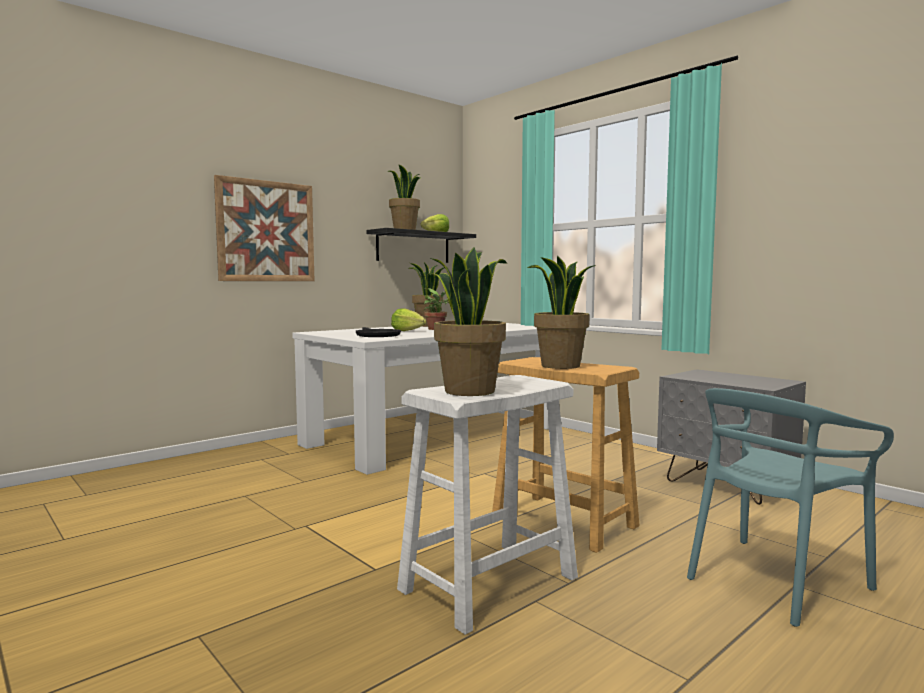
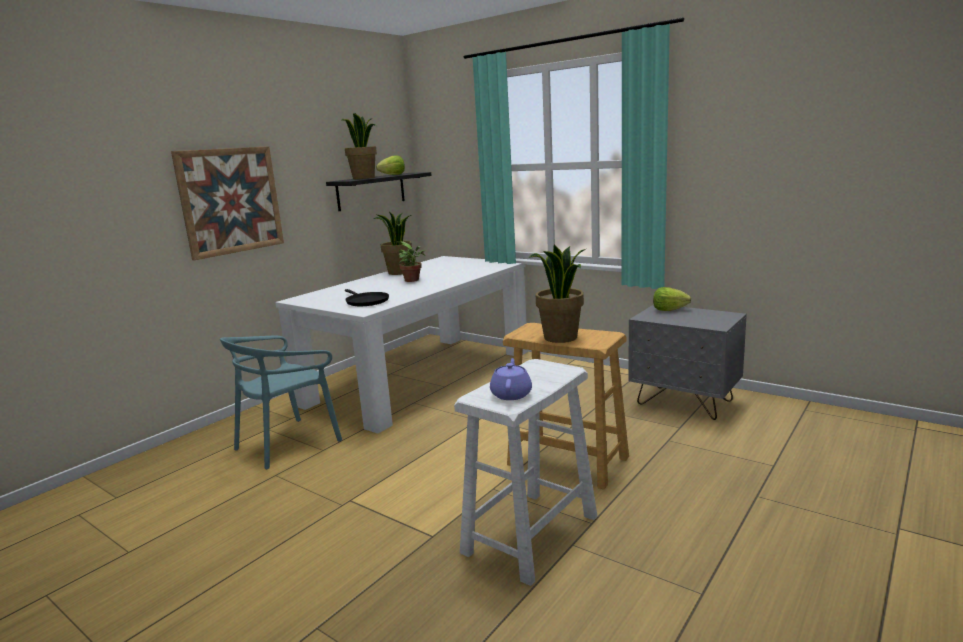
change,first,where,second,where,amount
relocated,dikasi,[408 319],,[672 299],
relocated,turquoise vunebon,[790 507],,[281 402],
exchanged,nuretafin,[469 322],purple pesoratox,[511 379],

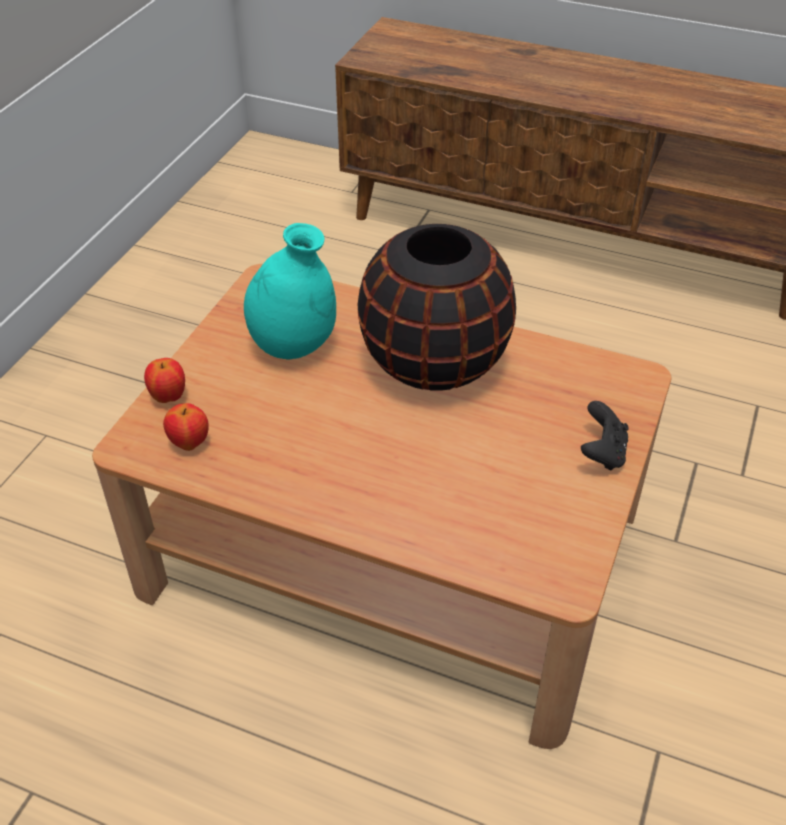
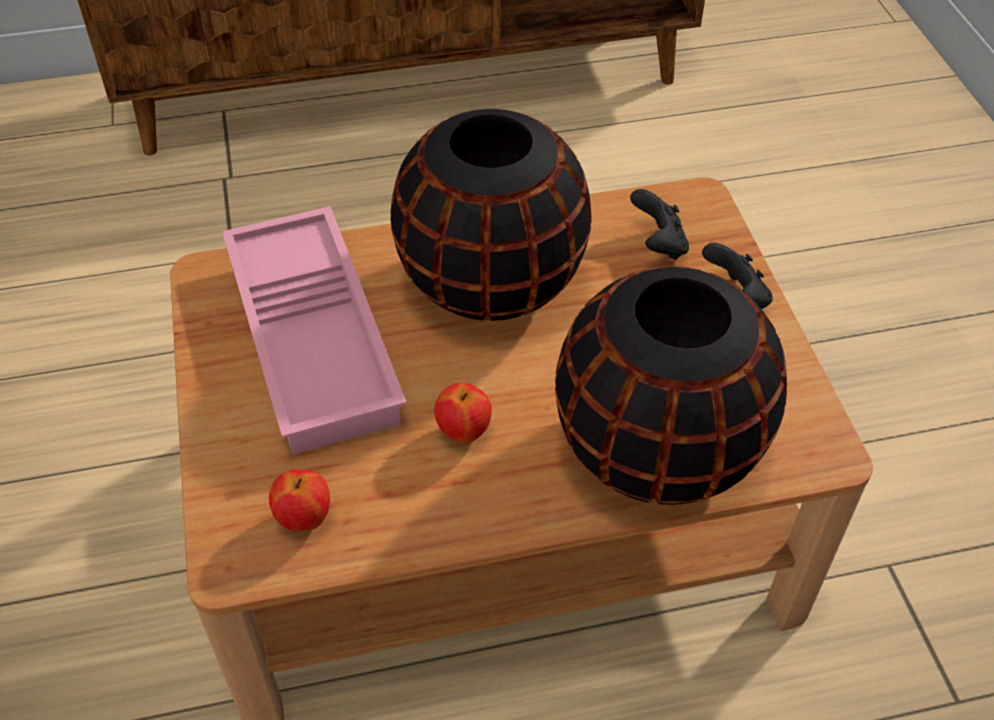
change,first,where,second,where,amount
appeared,,,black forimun,[671 385],
appeared,,,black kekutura,[659 224],
relocated,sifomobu,[164 380],,[463 413],
exchanged,turquoise forimun,[290 291],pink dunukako,[314 330],

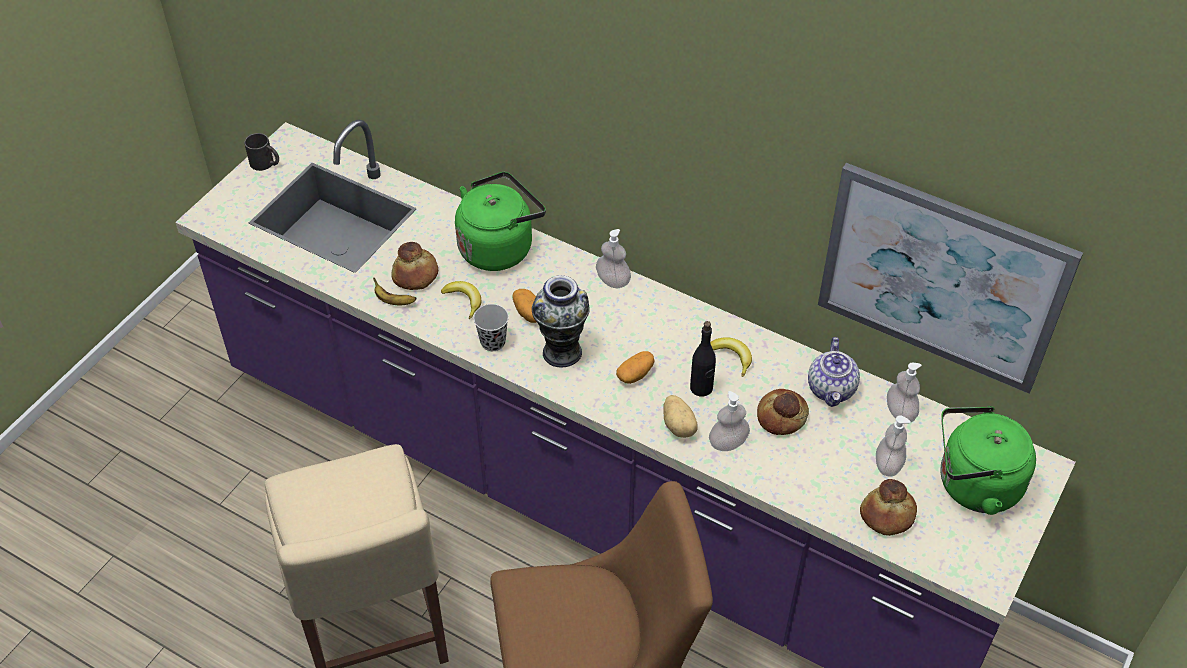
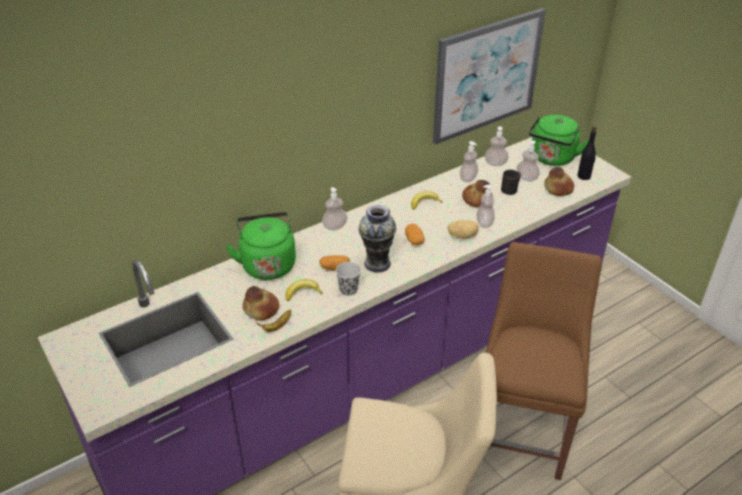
change,first,where,second,where,amount
relocated,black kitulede,[261 152],,[511 182],
relocated,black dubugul,[703 359],,[587 153],
exchanged,pesoratox,[834 372],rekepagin,[469 161],

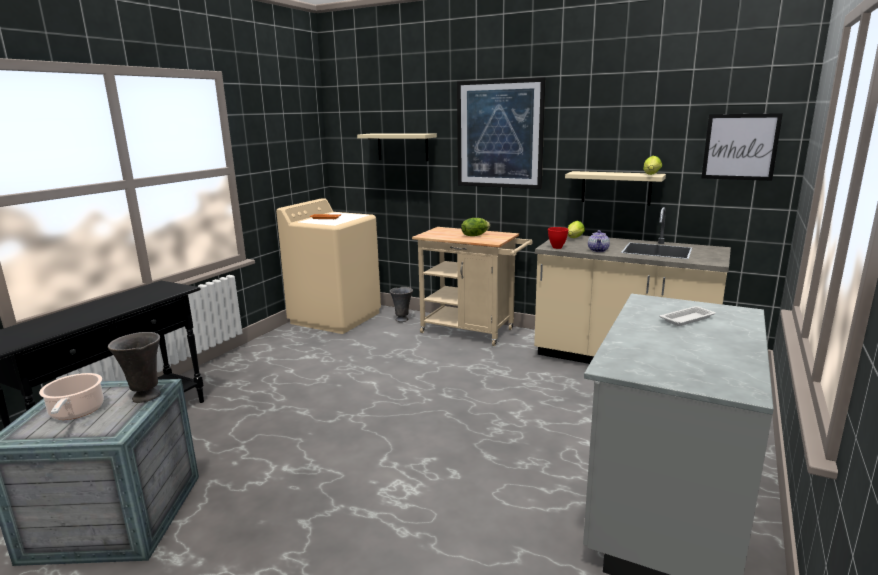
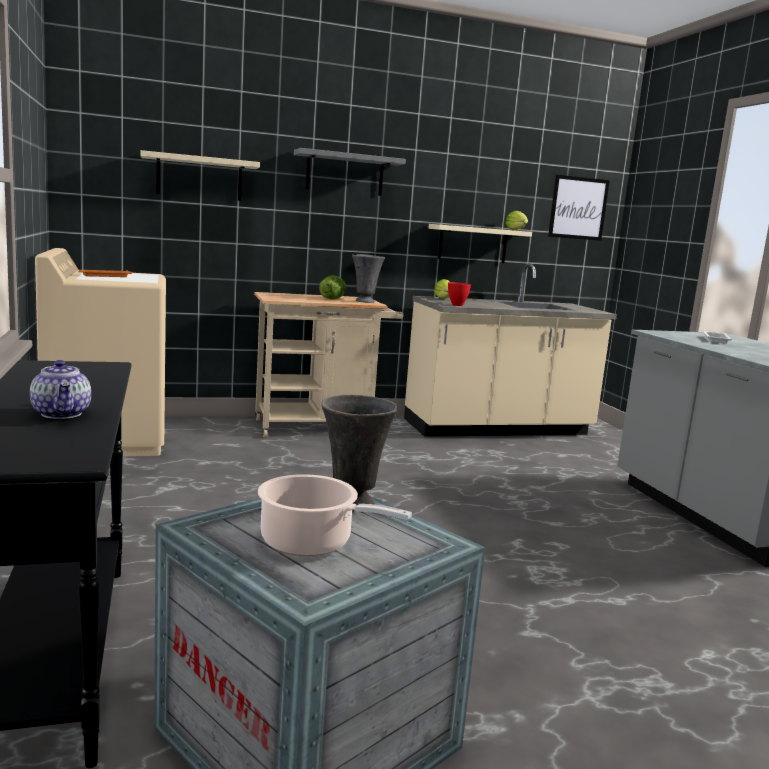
change,first,where,second,where,amount
relocated,grey forimun,[401 304],,[368 278],
relocated,pesoratox,[599 241],,[60 389],
exchanged,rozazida,[501 133],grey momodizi,[350 172],

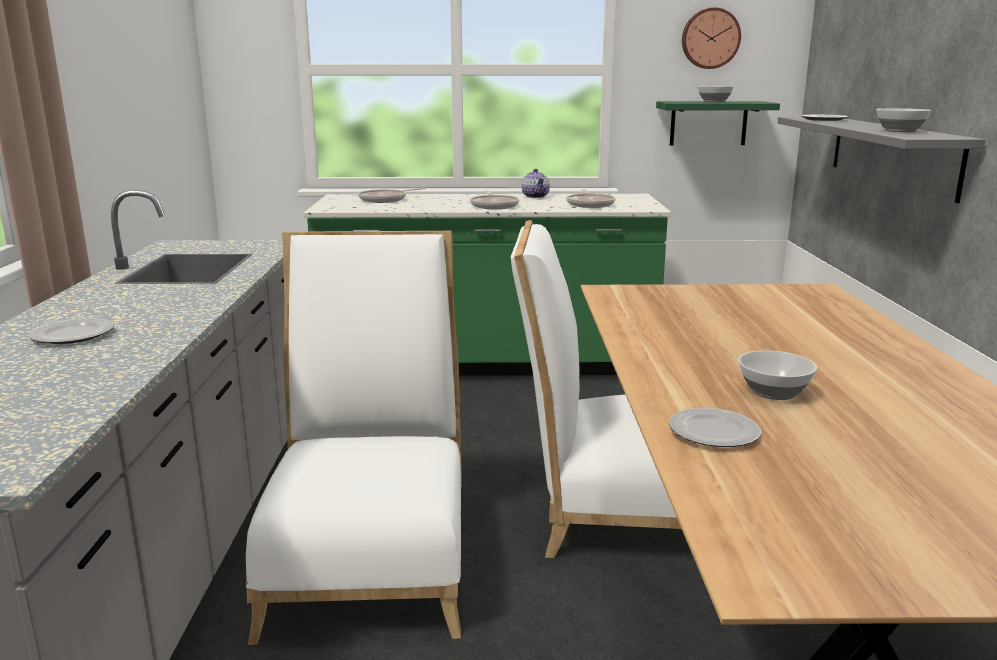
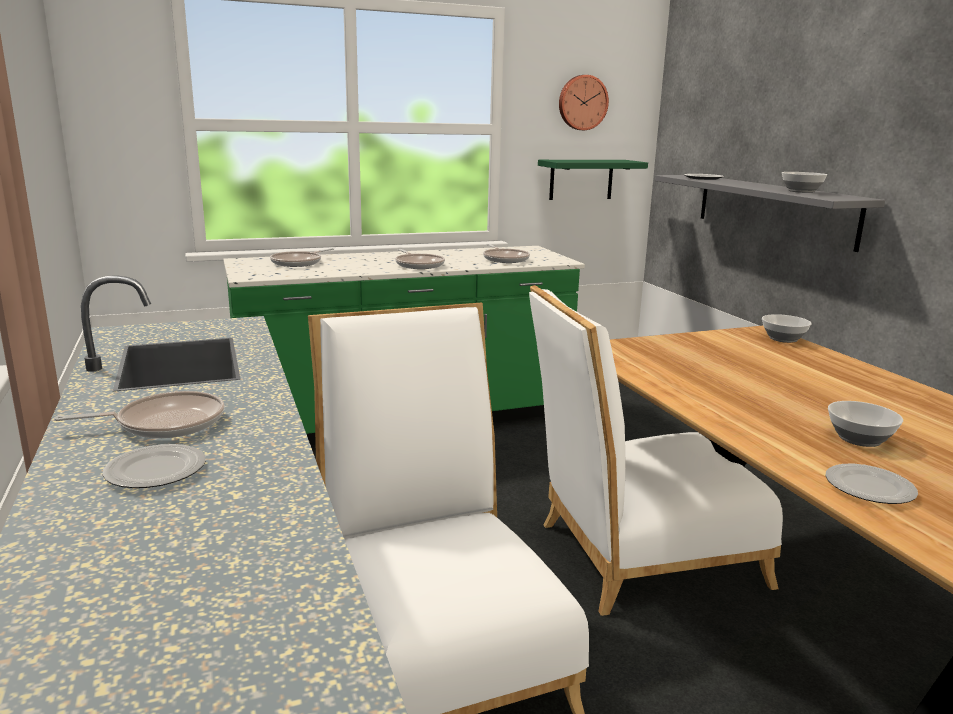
change,first,where,second,where,amount
missing,pesoratox,[535 183],,,
appeared,,,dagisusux,[139 414],
relocated,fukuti,[715 94],,[786 328],

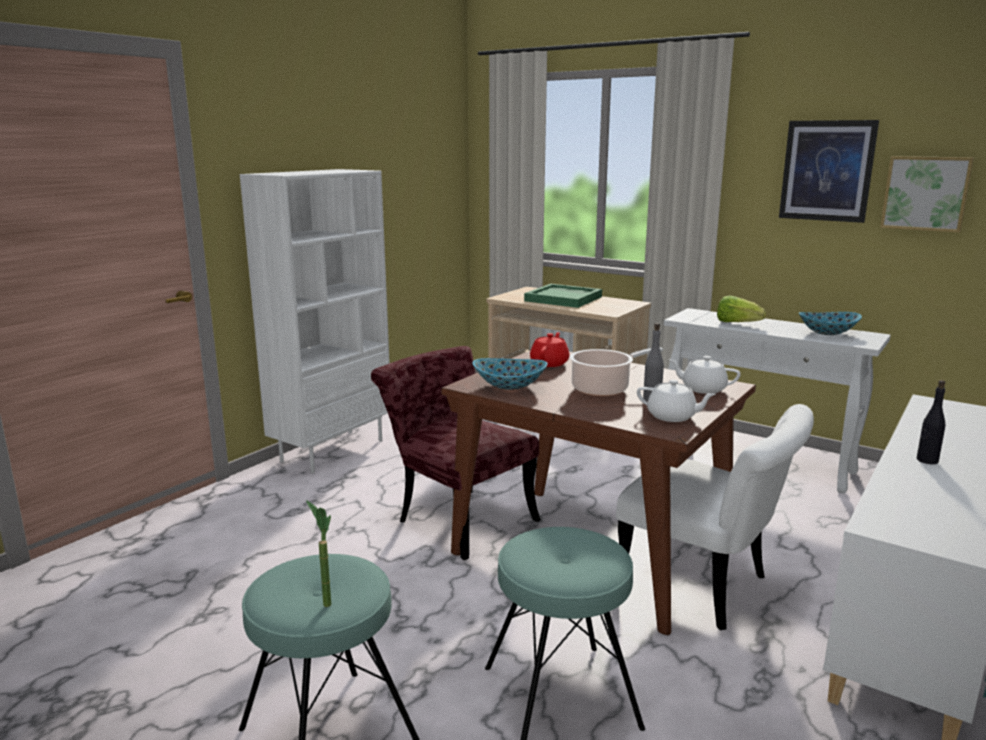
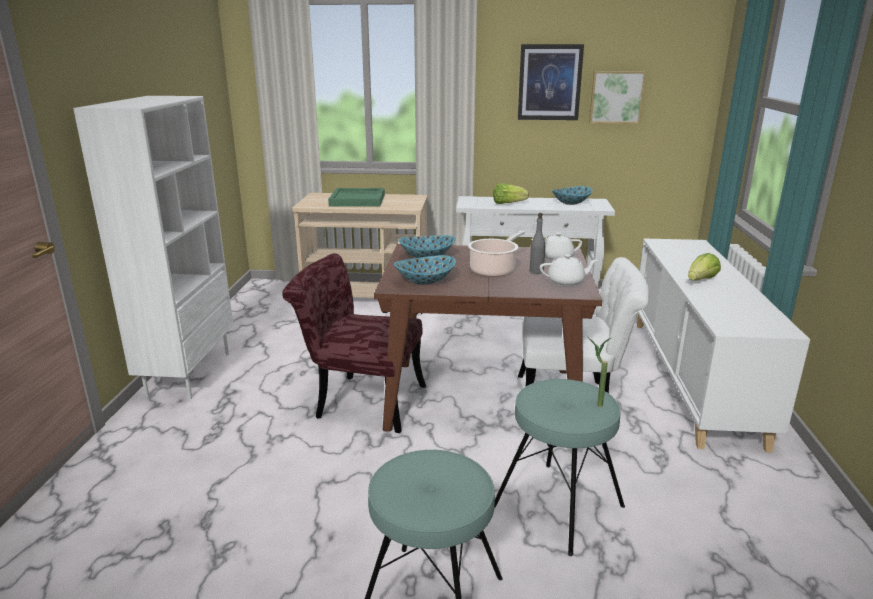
change,first,where,second,where,amount
relocated,nuretafin,[318 553],,[600 372],
exchanged,red pesoratox,[550 349],fukuti,[426 246],
exchanged,black dubugul,[931 422],dikasi,[704 267],

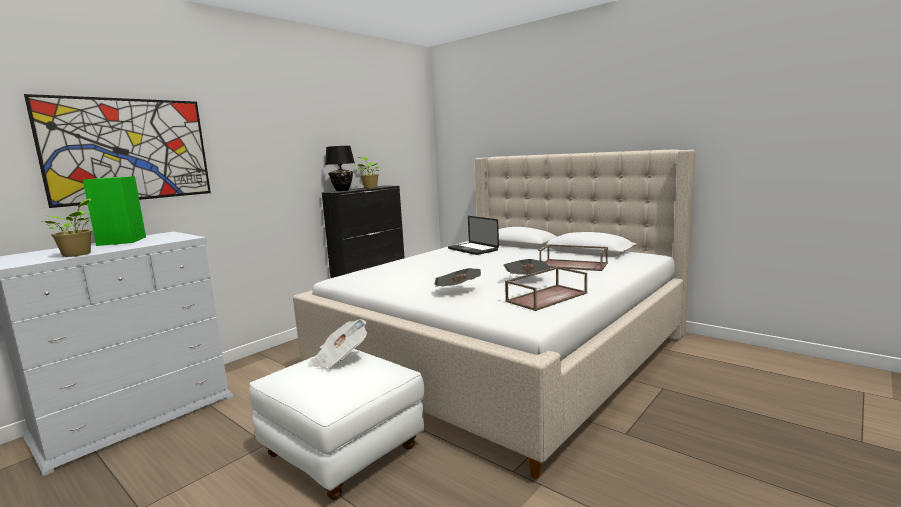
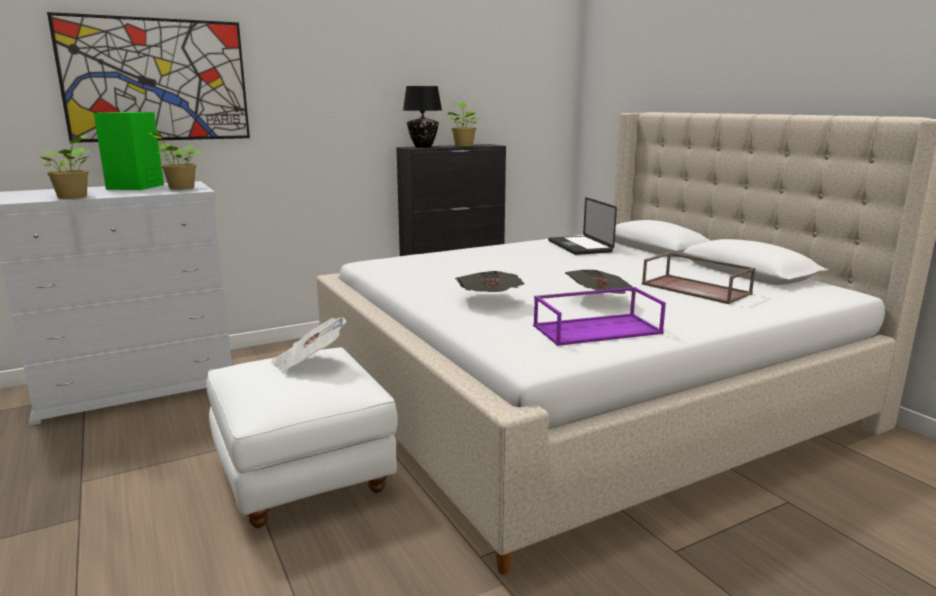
change,first,where,second,where,amount
appeared,,,nuretafin,[175 161],
colour,brown dunukako,[546 289],purple dunukako,[599 316],

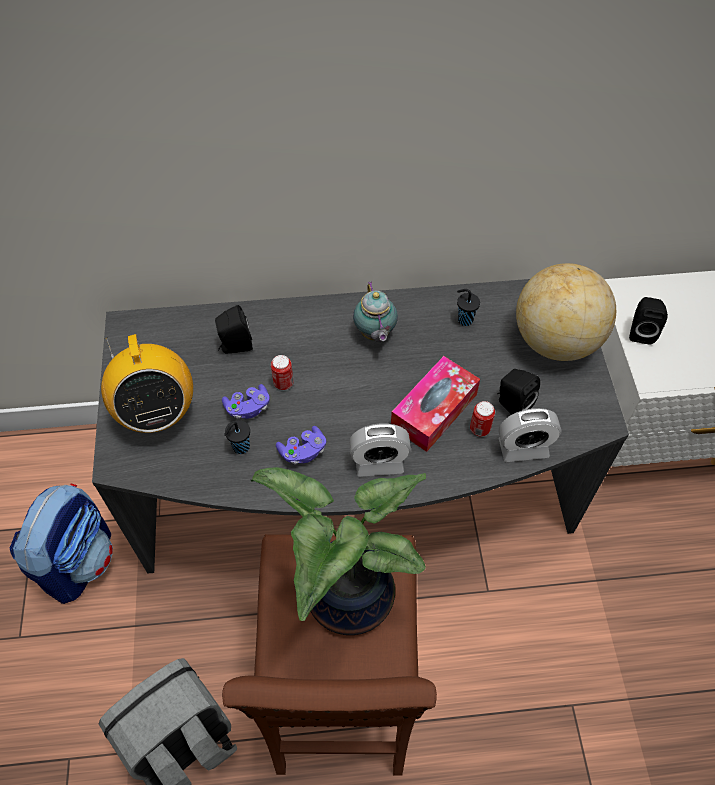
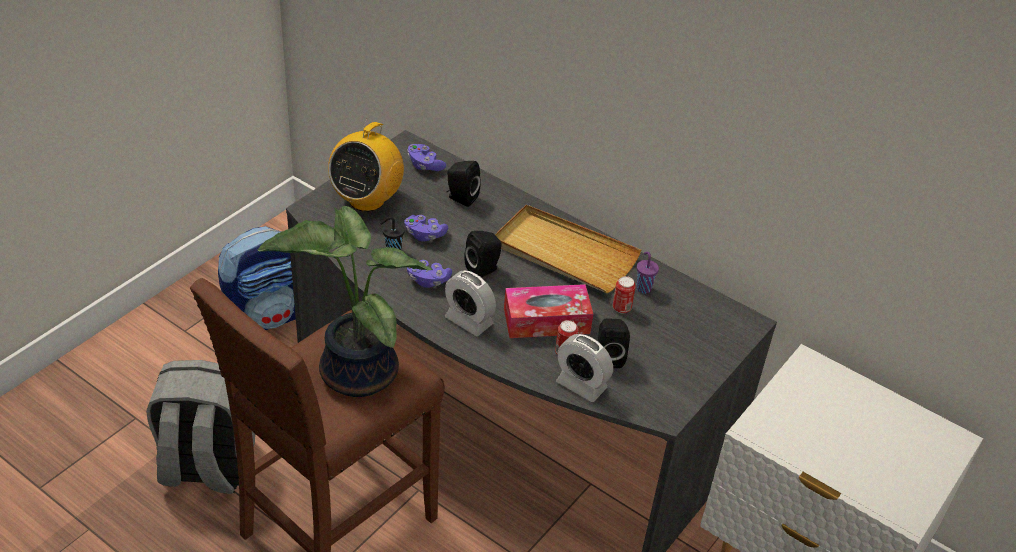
change,first,where,second,where,amount
missing,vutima,[566 312],,,
appeared,,,purple kekutura,[426 157],
relocated,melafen,[282 372],,[624 295],
relocated,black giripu,[648 320],,[483 254],
exchanged,pesoratox,[375 311],beige dunukako,[568 249],
colour,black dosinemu,[468 307],purple dosinemu,[647 273],

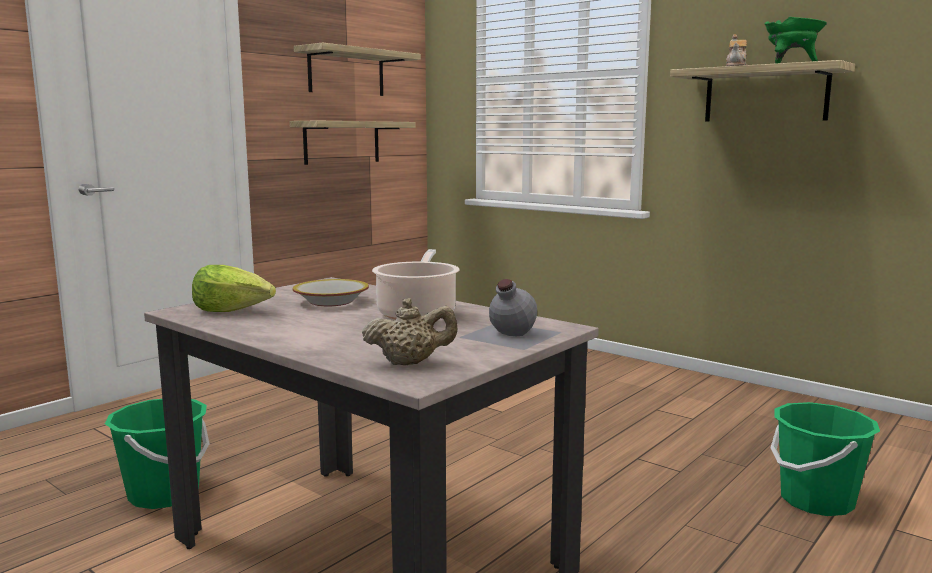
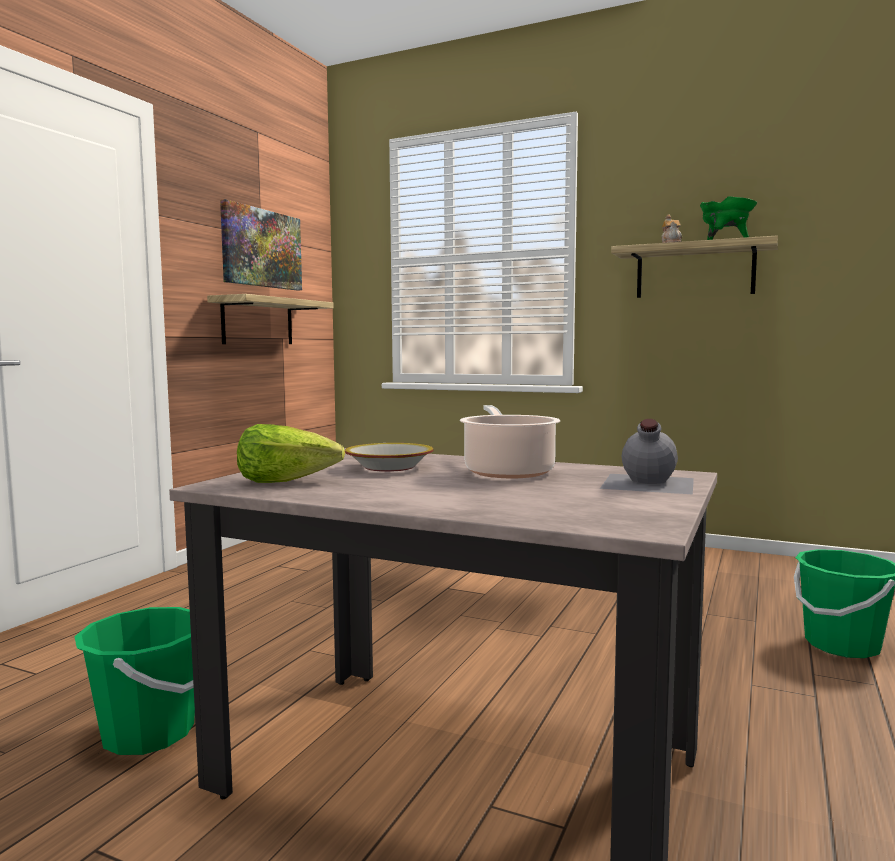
change,first,where,second,where,amount
missing,beige pesoratox,[409 331],,,
exchanged,momodizi,[357 69],rozazida,[261 244],

